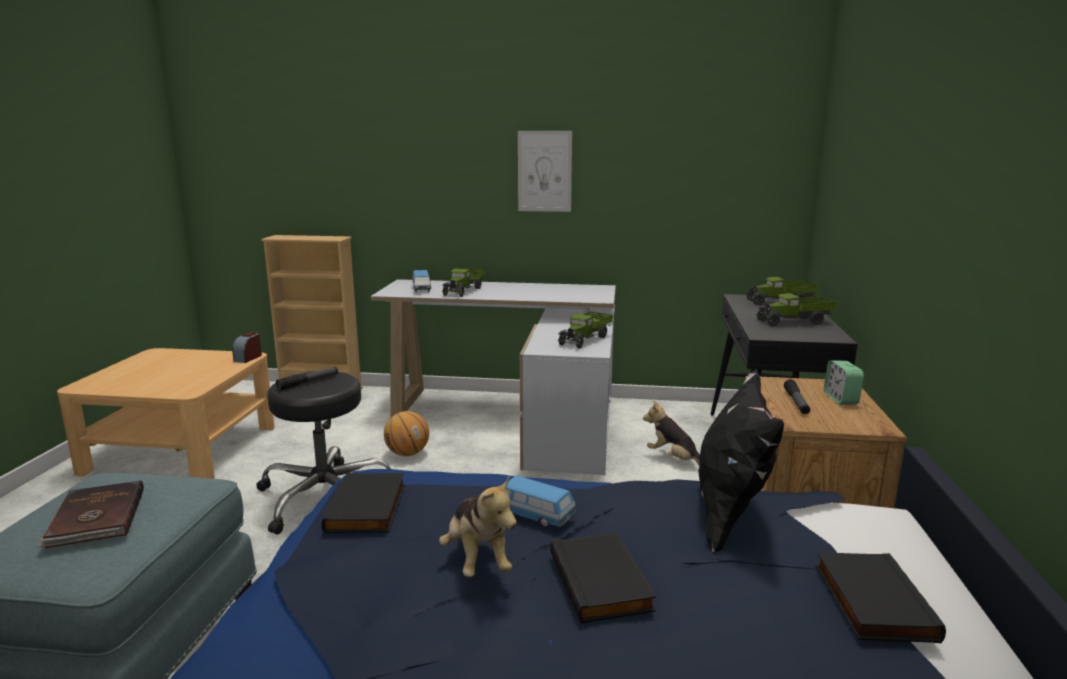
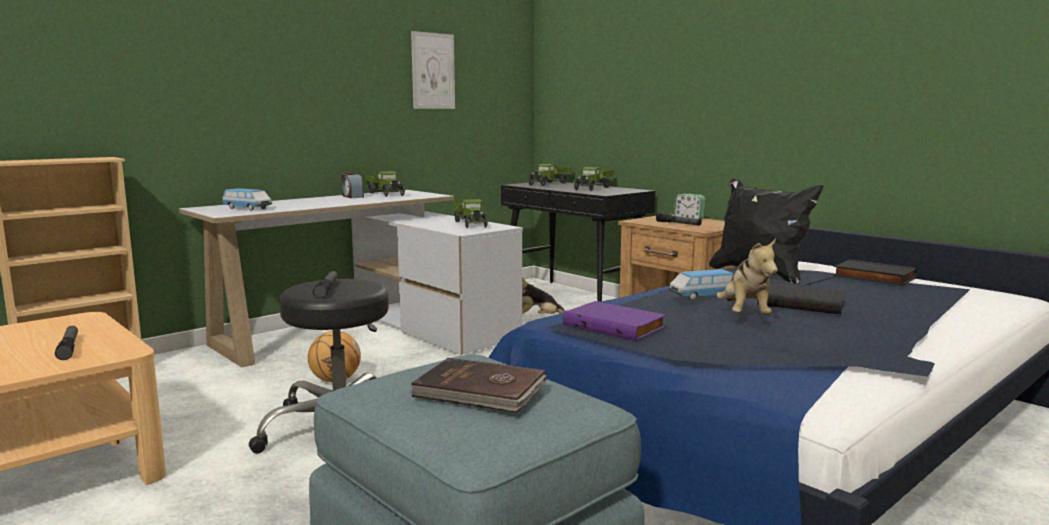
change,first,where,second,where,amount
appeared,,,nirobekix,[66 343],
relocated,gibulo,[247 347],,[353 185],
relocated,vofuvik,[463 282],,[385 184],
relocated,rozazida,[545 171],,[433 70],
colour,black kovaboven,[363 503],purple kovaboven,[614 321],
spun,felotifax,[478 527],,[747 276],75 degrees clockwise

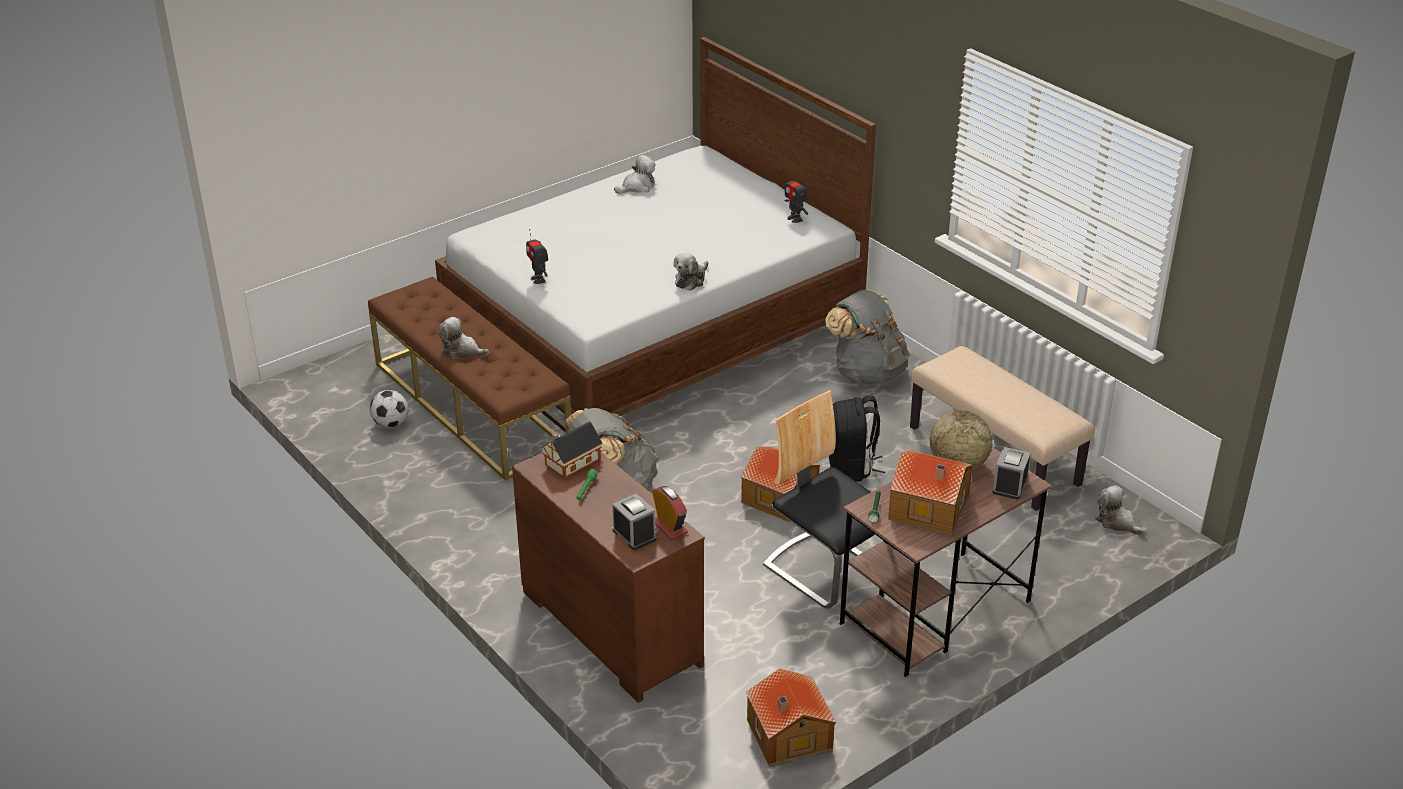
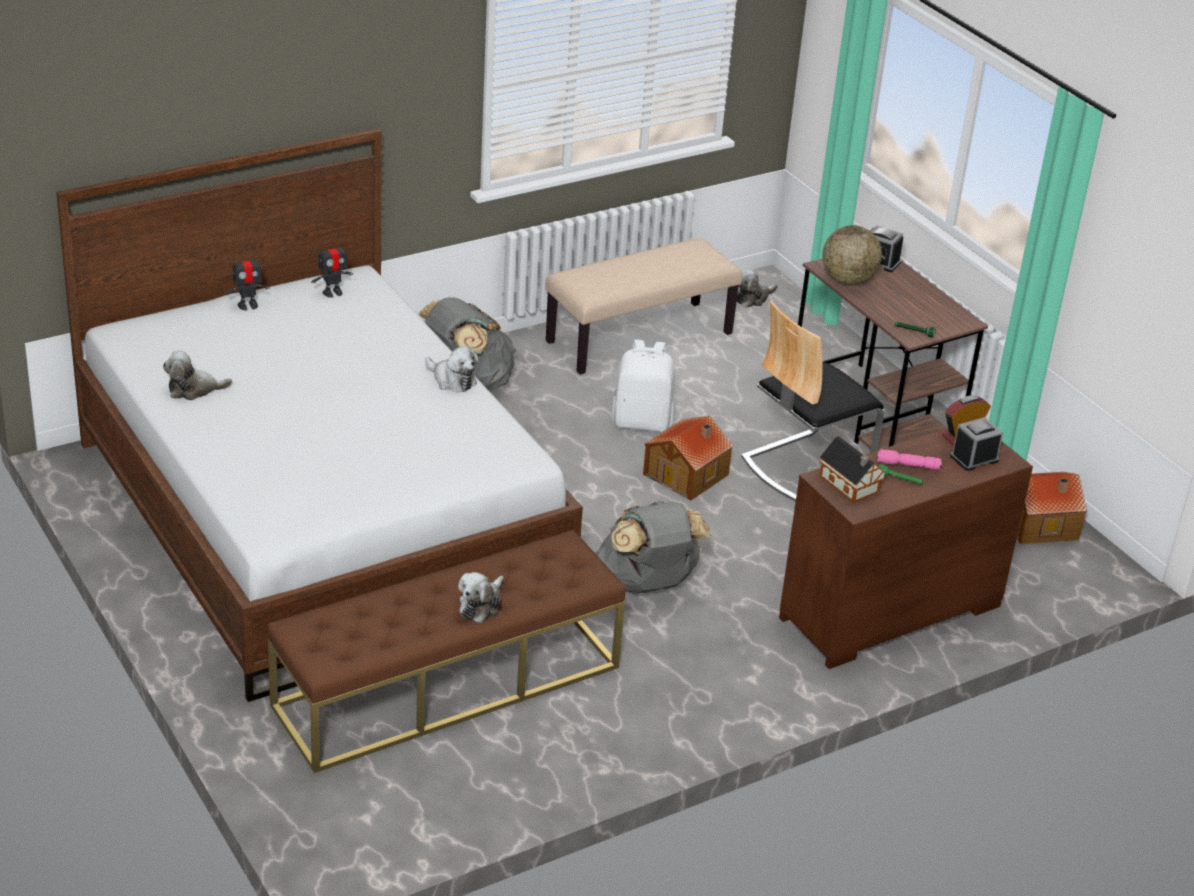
change,first,where,second,where,amount
missing,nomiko,[389 409],,,
missing,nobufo,[930 492],,,
appeared,,,pink nirobekix,[909 459],
relocated,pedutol,[537 256],,[247 281],
colour,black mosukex,[857 438],white mosukex,[643 385],
spun,felotifax,[635 174],,[197 375],75 degrees counterclockwise

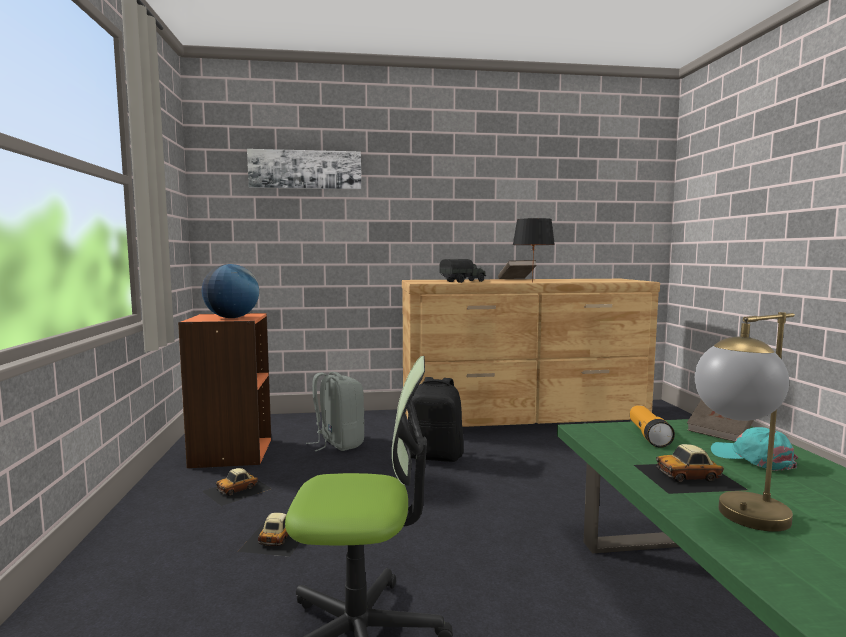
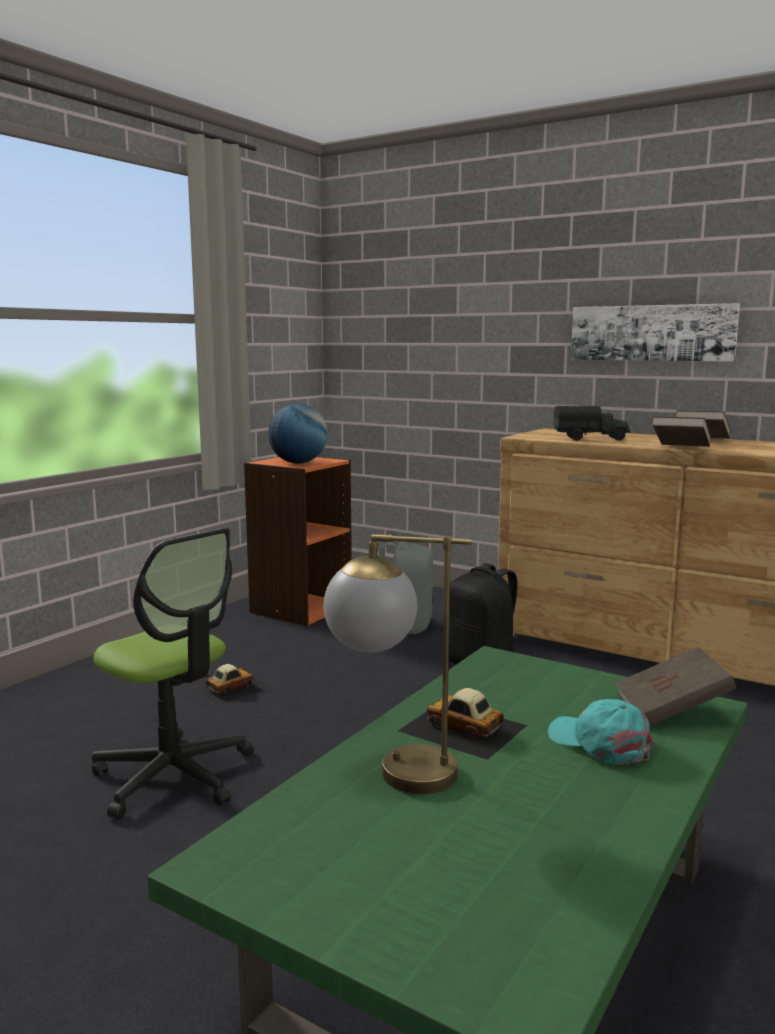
change,first,where,second,where,amount
missing,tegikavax,[237 487],,,
missing,nirobekix,[652 426],,,
relocated,rozazida,[304 169],,[655 332],
exchanged,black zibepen,[534 250],brown kovaboven,[681 431],
spun,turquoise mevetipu,[754 449],,[601 732],45 degrees counterclockwise

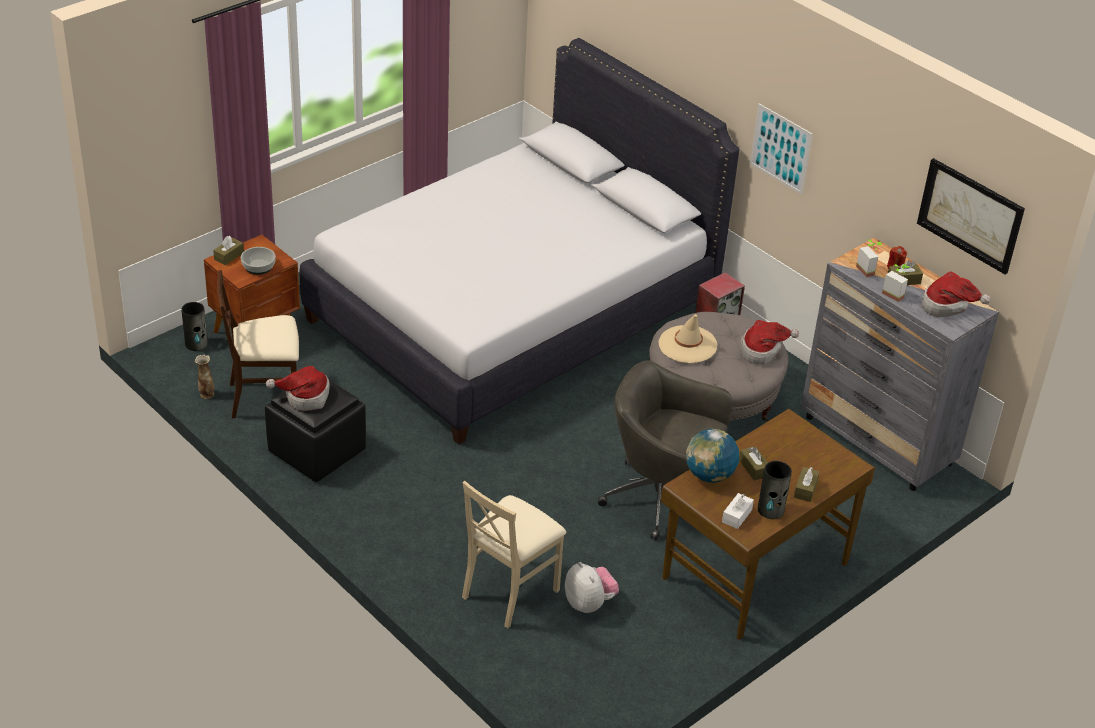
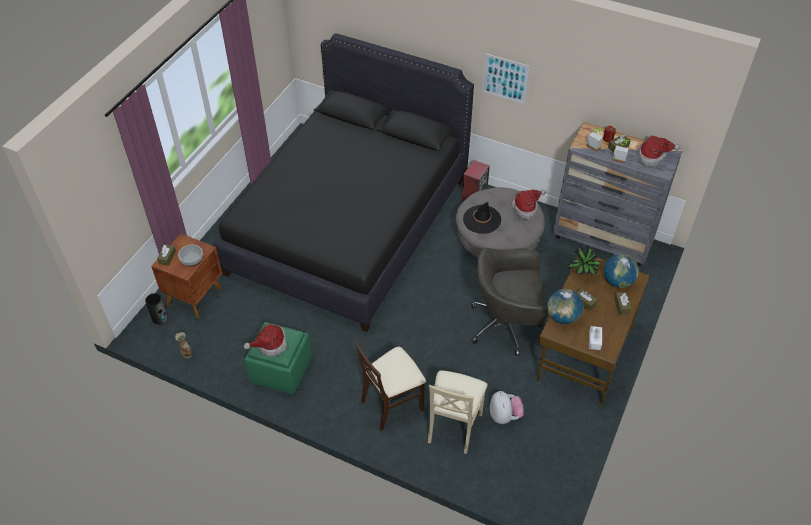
change,first,where,second,where,amount
missing,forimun,[775 490],,,
missing,rozazida,[971 216],,,
appeared,,,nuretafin,[584 261],
appeared,,,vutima,[621 271],
relocated,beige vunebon,[258 344],,[390 386],
colour,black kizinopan,[315 431],green kizinopan,[278 358],
colour,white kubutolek,[520 241],black kubutolek,[343 182],
colour,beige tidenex,[688 338],black tidenex,[482 218],
spun,felotifax,[592 587],,[506 407],45 degrees clockwise

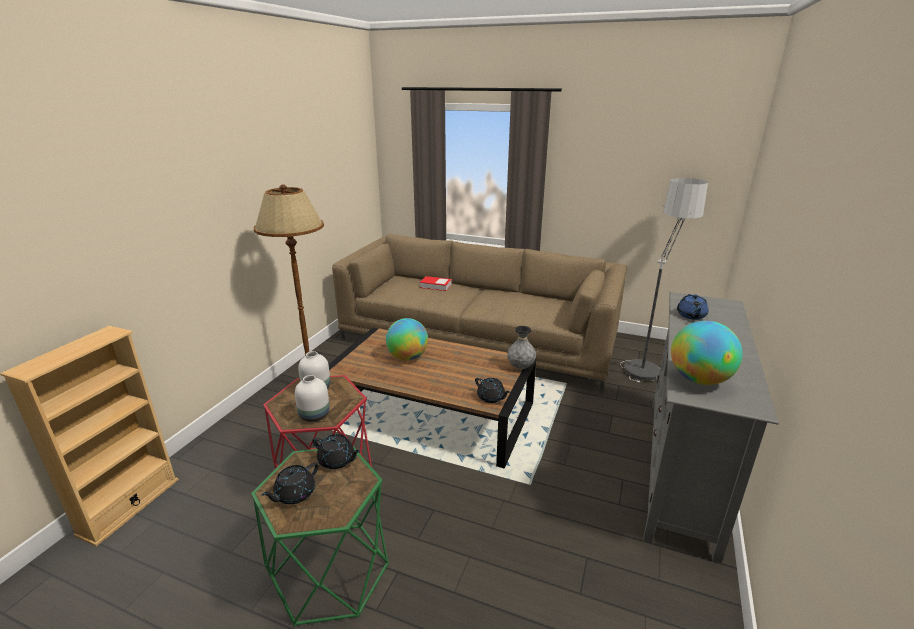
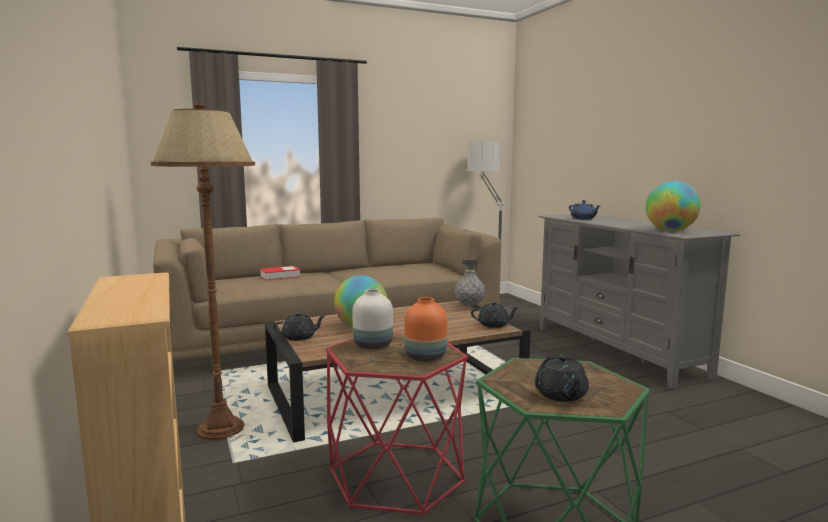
change,first,where,second,where,amount
relocated,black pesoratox,[336 451],,[299 326],
colour,white forimun,[312 398],orange forimun,[425 329],

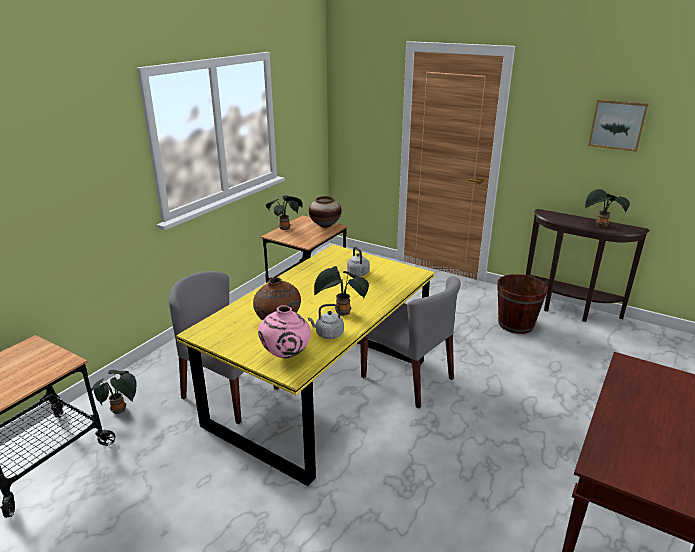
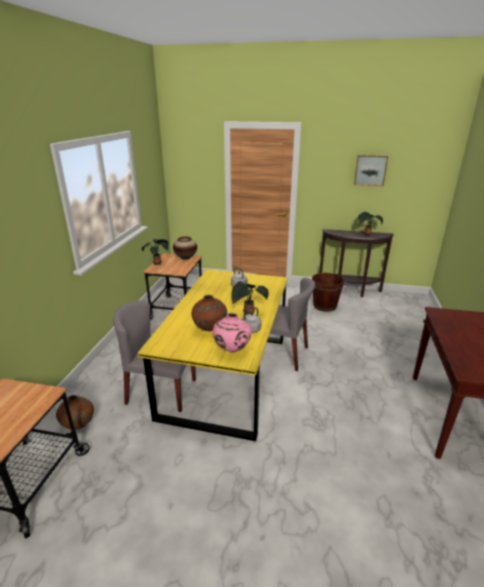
change,first,where,second,where,amount
exchanged,nuretafin,[114 392],brown forimun,[75 412],

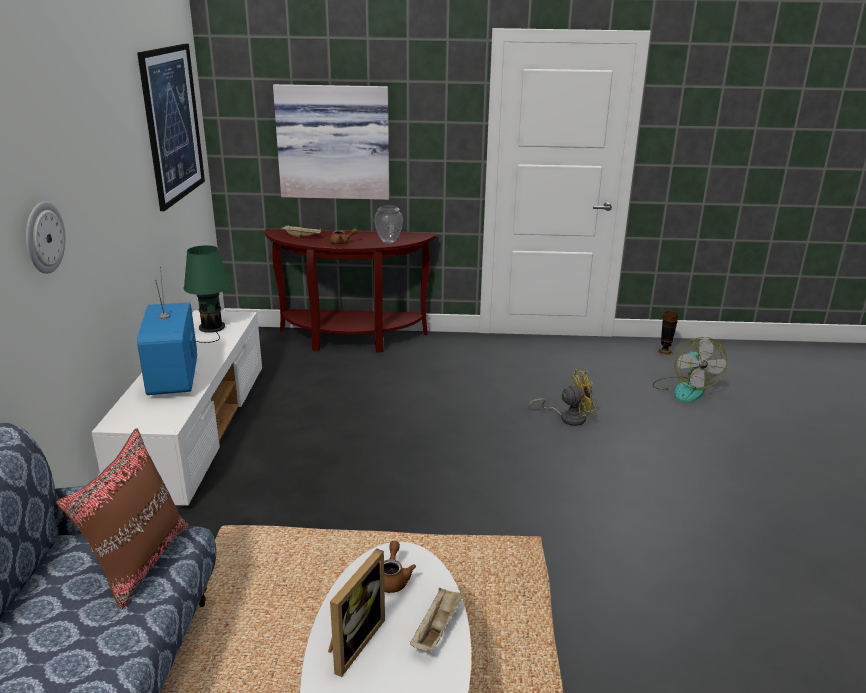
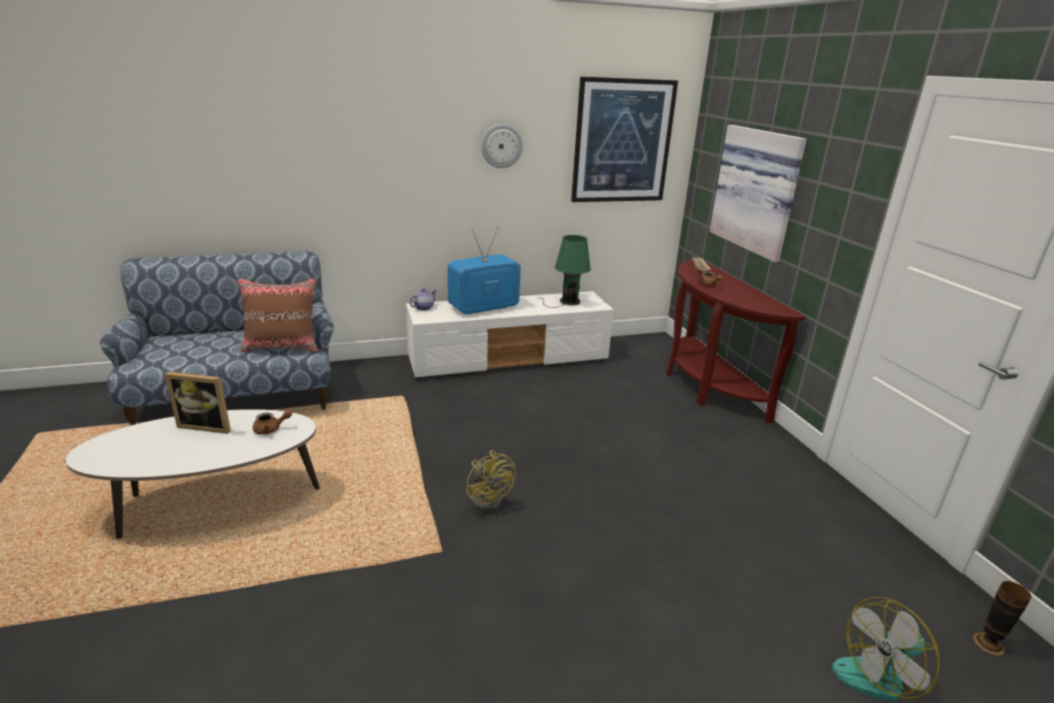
change,first,where,second,where,amount
missing,forimun,[388 224],,,
missing,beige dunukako,[437 620],,,
appeared,,,pesoratox,[423 299],
relocated,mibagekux,[46 238],,[502 146],
relocated,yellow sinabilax,[562 398],,[491 481],

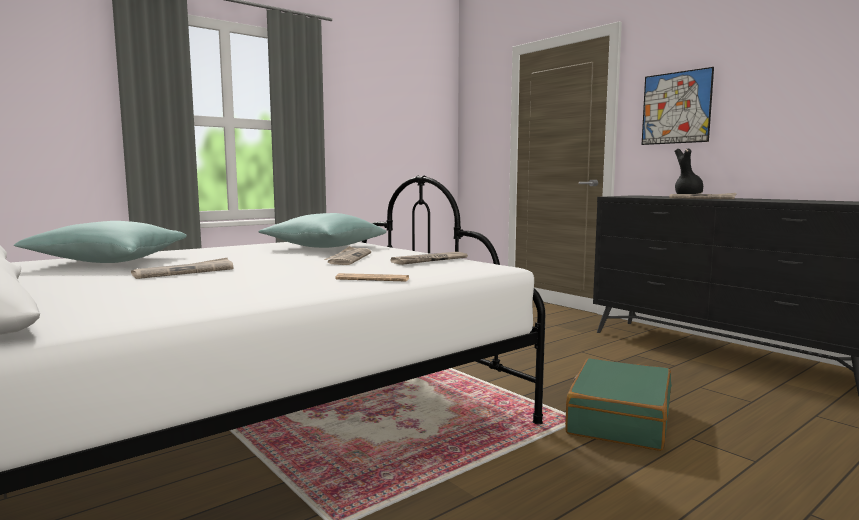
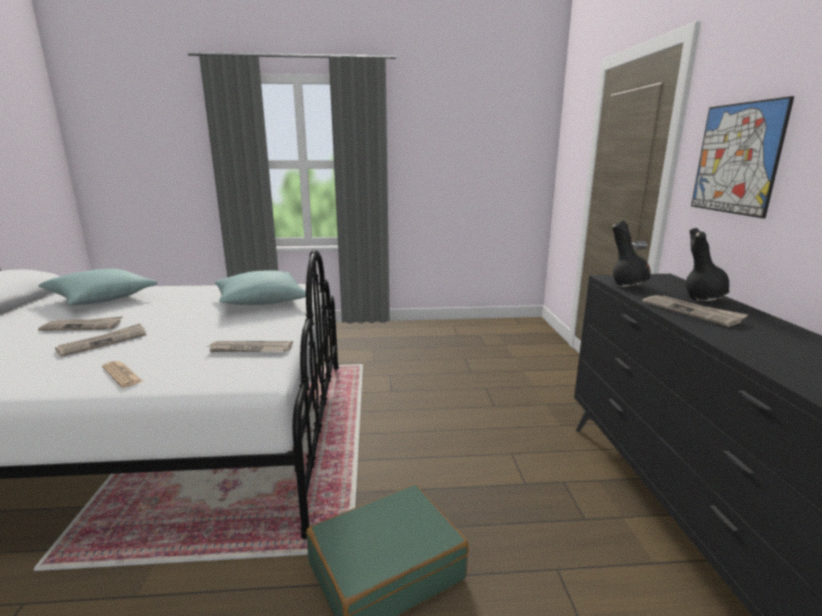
change,first,where,second,where,amount
appeared,,,black forimun,[631 254],
relocated,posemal,[347 255],,[100 340],

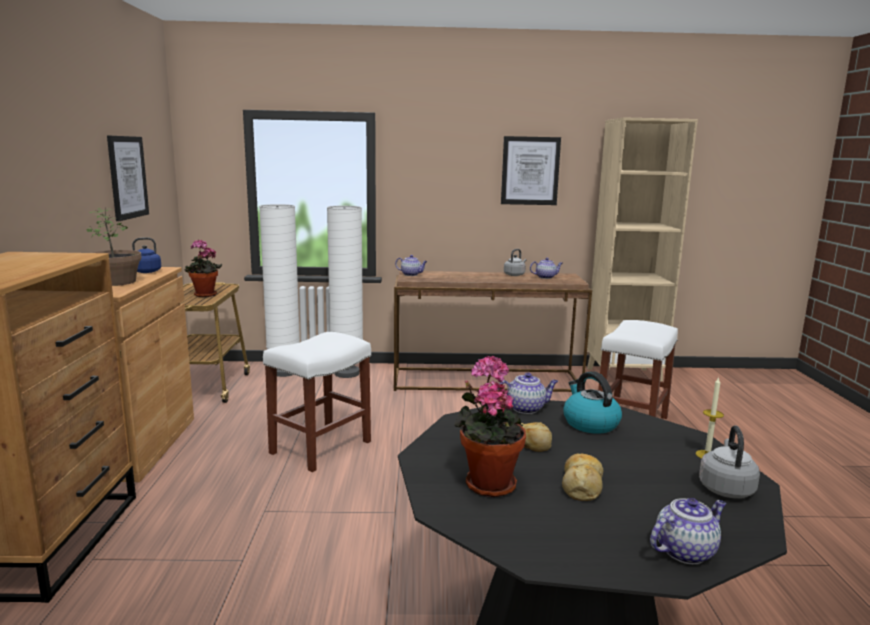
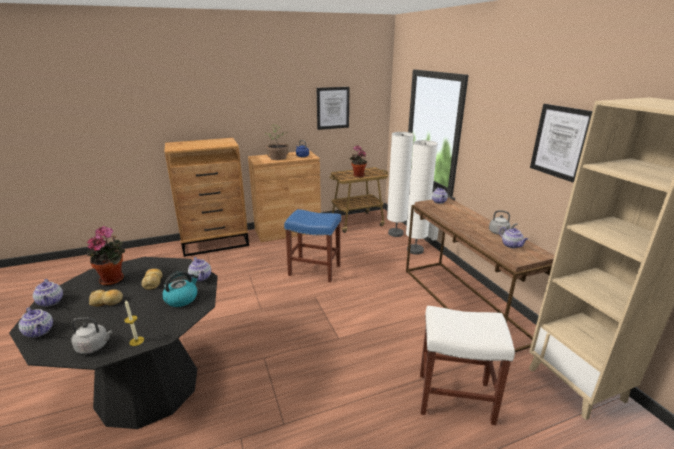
change,first,where,second,where,amount
appeared,,,pesoratox,[48 293],
colour,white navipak,[317 402],blue navipak,[312 245],

